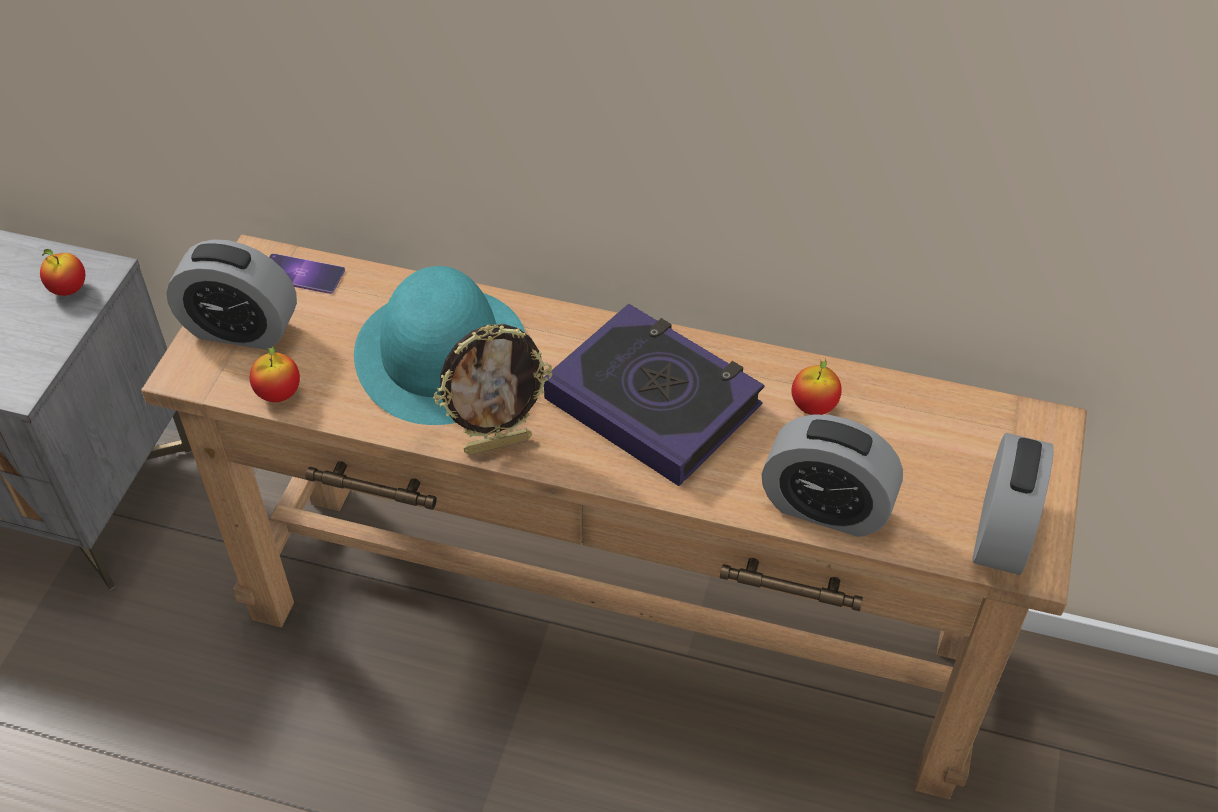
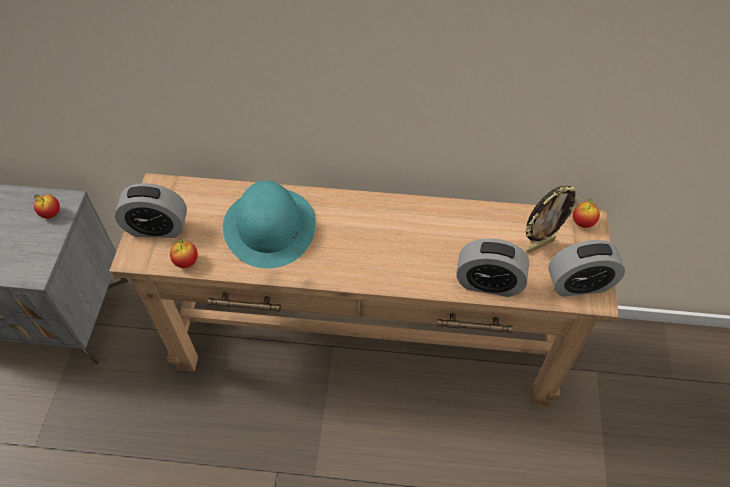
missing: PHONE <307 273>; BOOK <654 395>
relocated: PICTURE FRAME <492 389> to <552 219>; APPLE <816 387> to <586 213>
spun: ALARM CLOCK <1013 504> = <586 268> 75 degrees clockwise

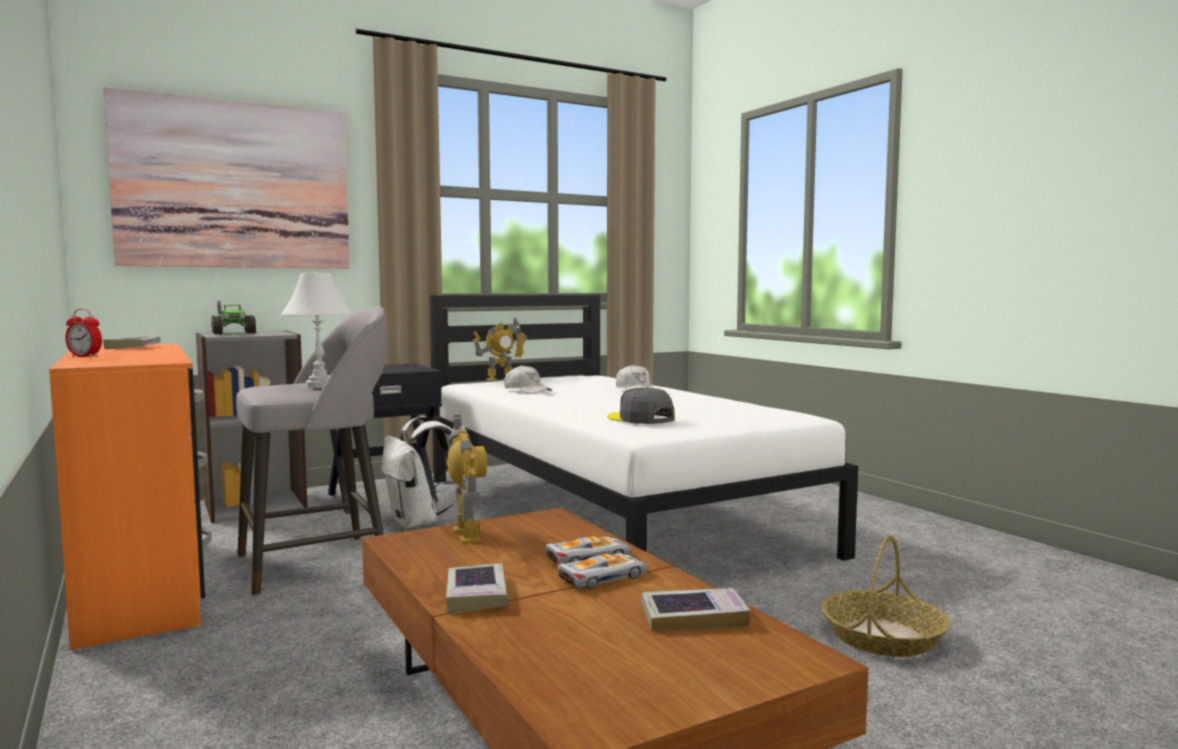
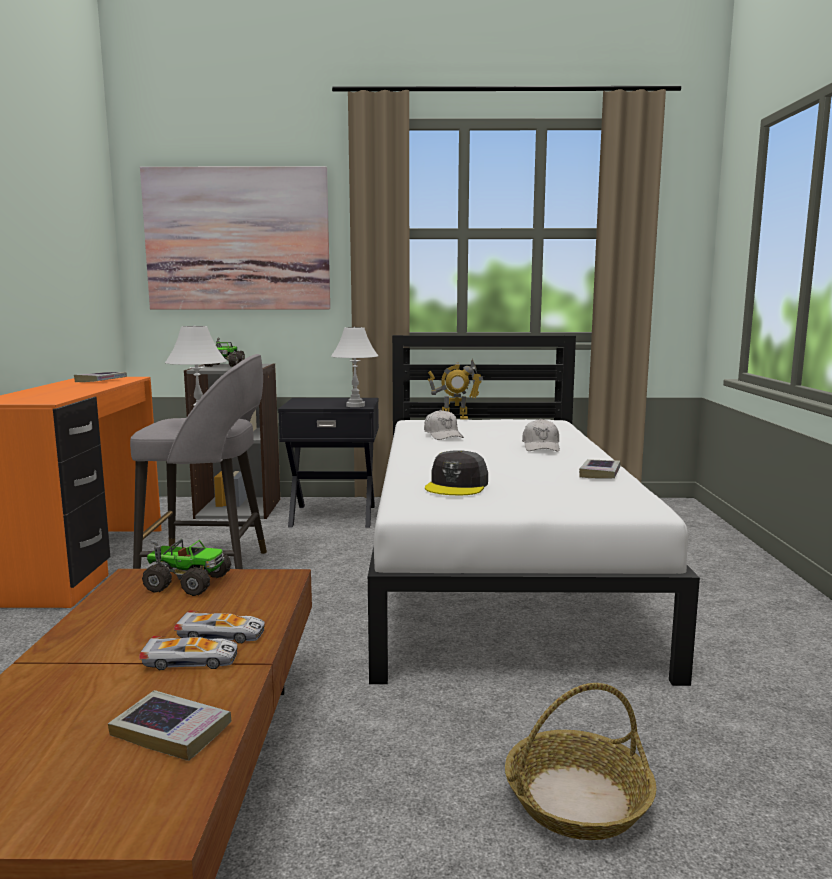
missing: ALARM CLOCK <83 333>; WHITE BACKPACK <419 472>
appeared: WHITE TABLE LAMP <354 367>
relocated: BOOK <477 588> to <600 468>
exchanged: TOY ROBOT <467 479> to TOY TRUCK <187 567>
spun: GREY CAP <641 405> = <456 472> 150 degrees counterclockwise

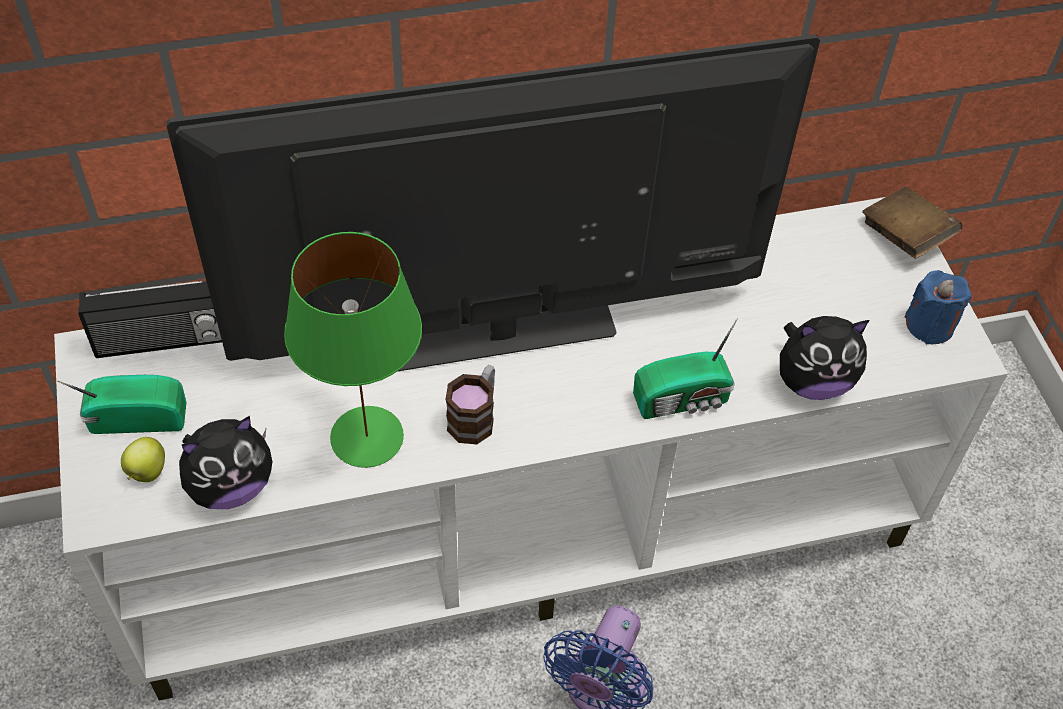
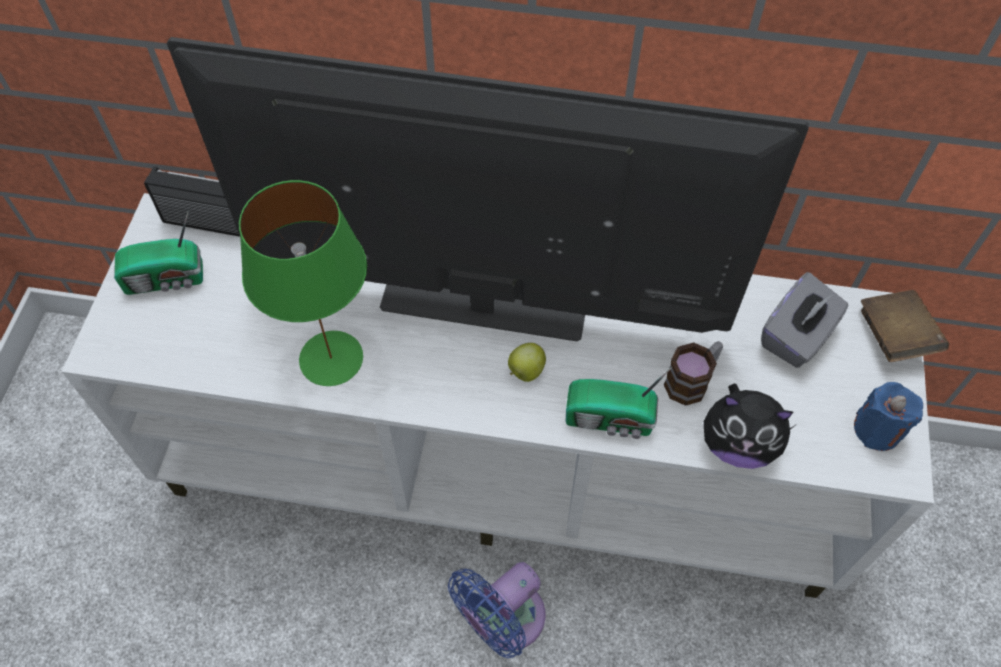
missing: PLUSH TOY <225 462>
appeared: GREY TISSUE BOX <805 320>
relocated: APPLE <143 459> to <527 362>; MUG <470 404> to <693 373>
spun: RADIO <122 404> = <158 252> 150 degrees clockwise

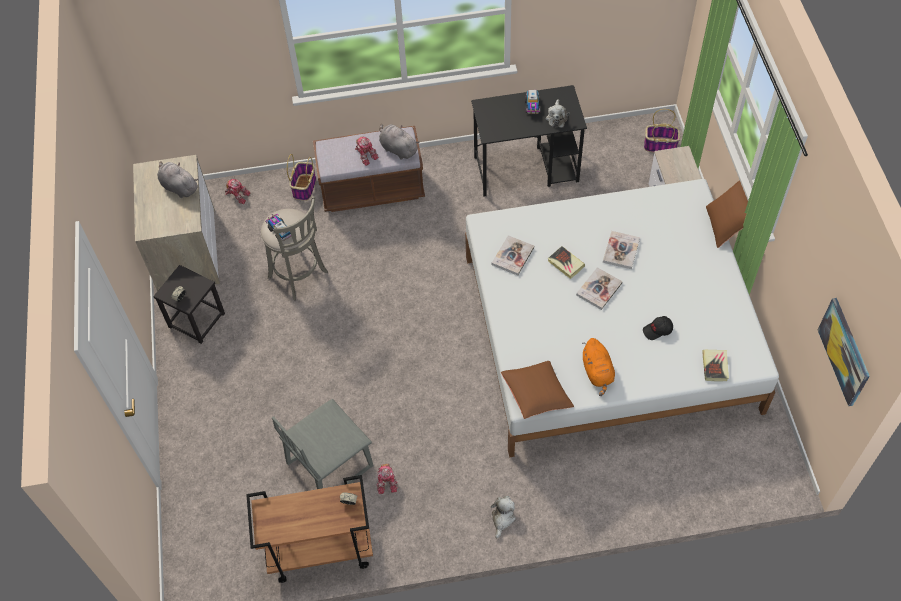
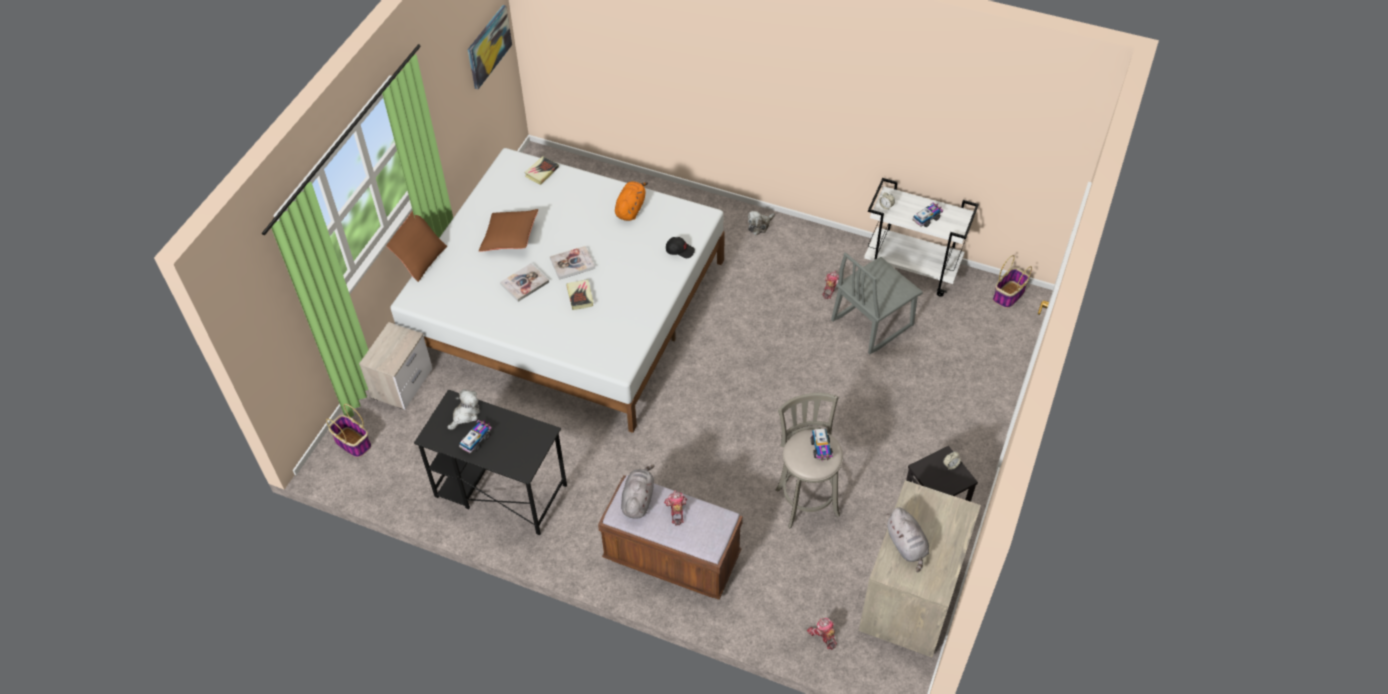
missing: BOOK <513 255>
appeared: TOY TRUCK <927 214>
relocated: BASKET <301 177> to <1012 281>; BROWN PILLOW <537 390> to <508 230>; BLACK CAP <658 328> to <680 247>
colour: BROWN CART <309 529> to WHITE CART <921 237>
spun: GREY CHAIR <323 444> = <877 303> 150 degrees clockwise; GREY PLUSH TOY <399 142> = <638 492> 150 degrees counterclockwise

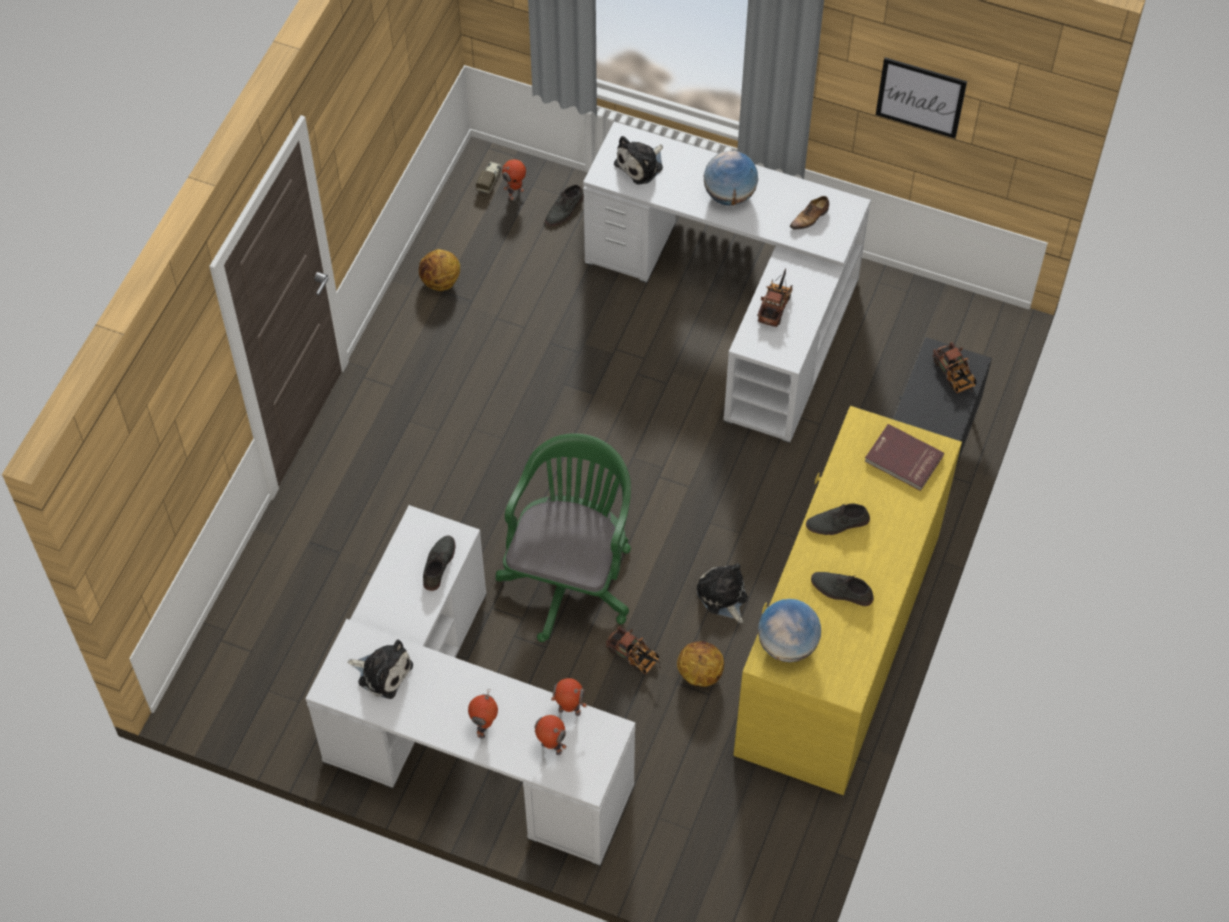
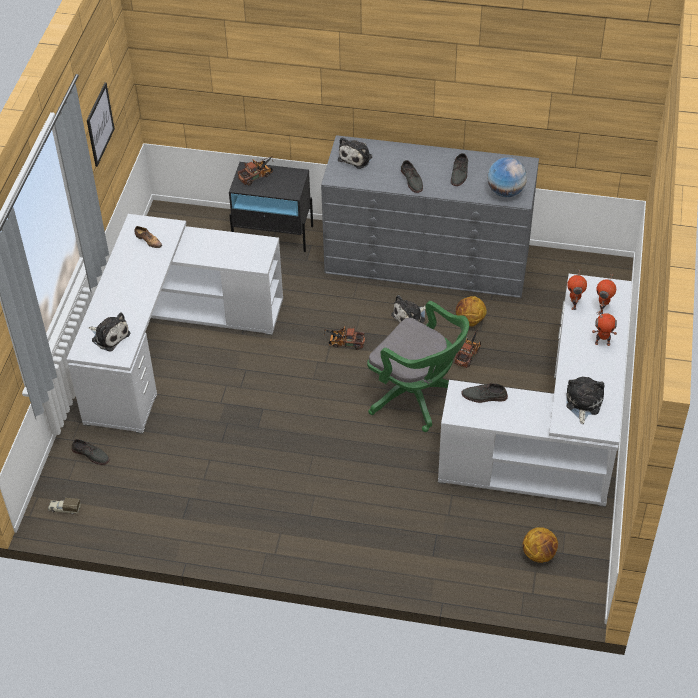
missing: TOY ROBOT <514 179>; GLOBE <731 178>
relocated: BASKETBALL <439 270> to <540 545>; TOY TRUCK <775 297> to <344 338>
exchanged: RED BOOK <904 457> to PLUSH TOY <355 153>
colour: YELLOW DRESSER <847 600> to GREY DRESSER <430 216>
spun: GREEN OFFICE CHAIR <563 537> = <418 366> 150 degrees counterclockwise

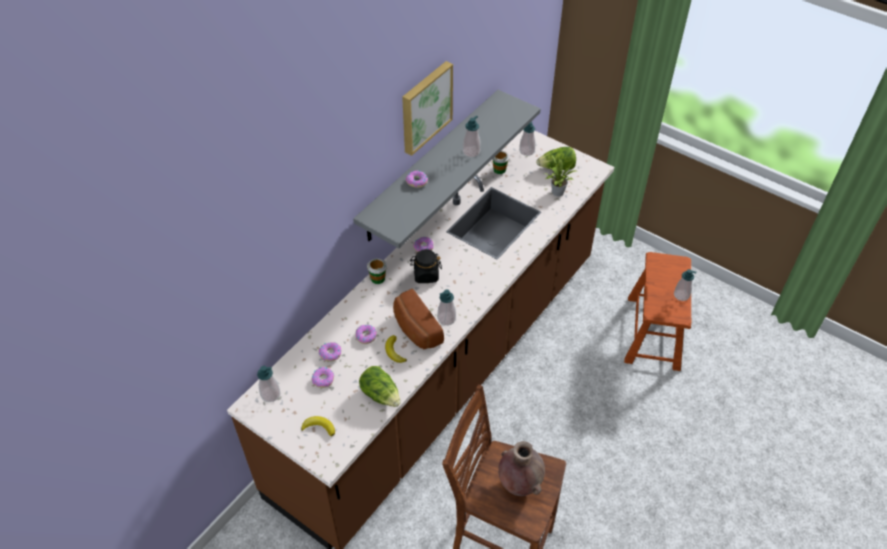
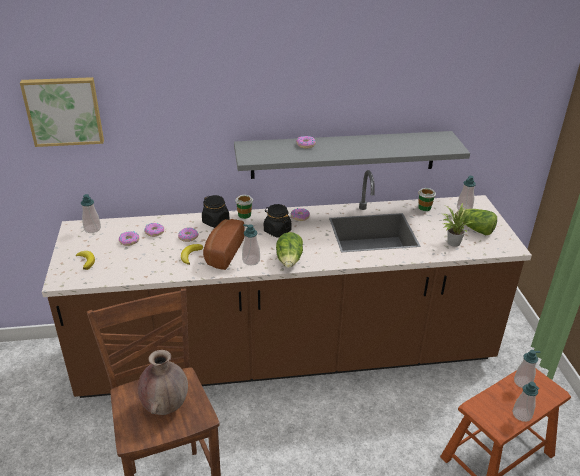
appeared: BLACK JAR <216 211>
relocated: LETTUCE <380 386> to <289 250>; PICTURE <427 108> to <62 112>; SOAP DISPENSER <472 137> to <527 369>

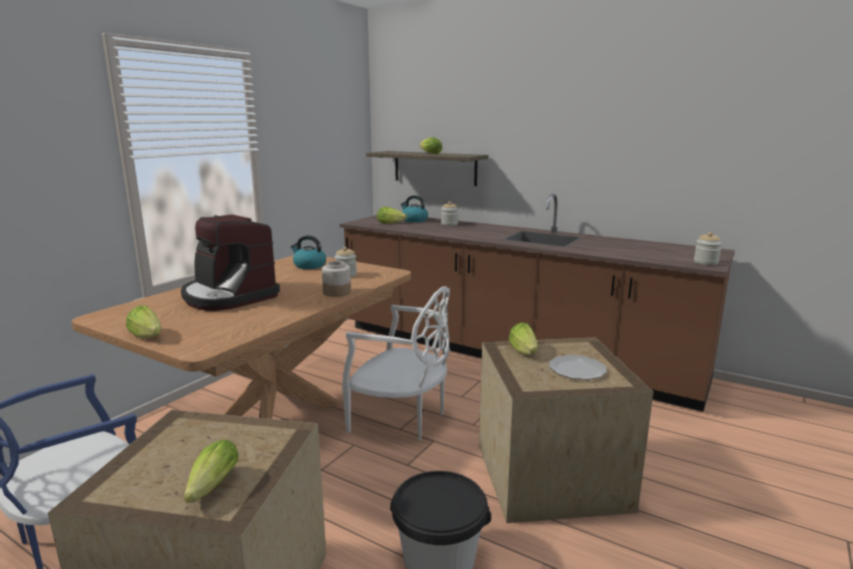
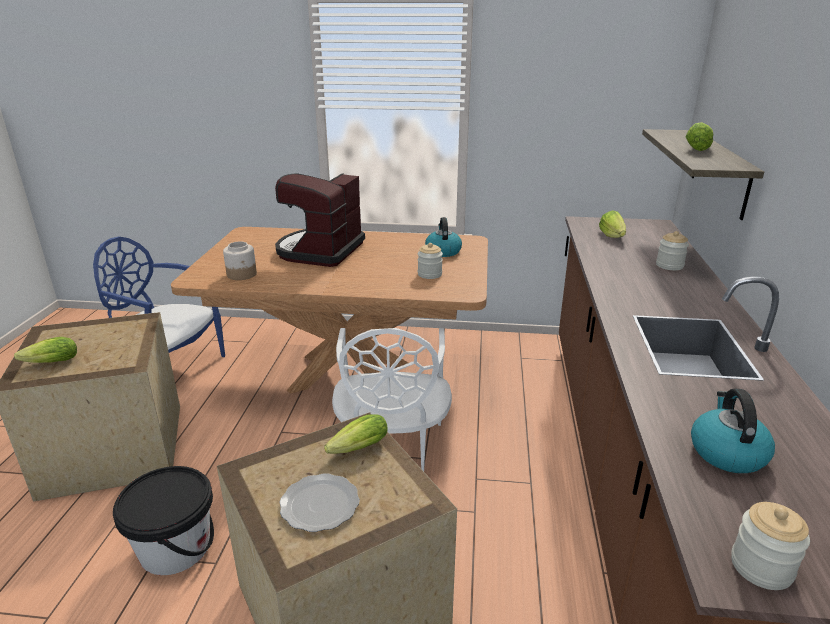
missing: LETTUCE <143 321>
relocated: JAR <336 279> to <240 260>; KETTLE <414 208> to <733 431>

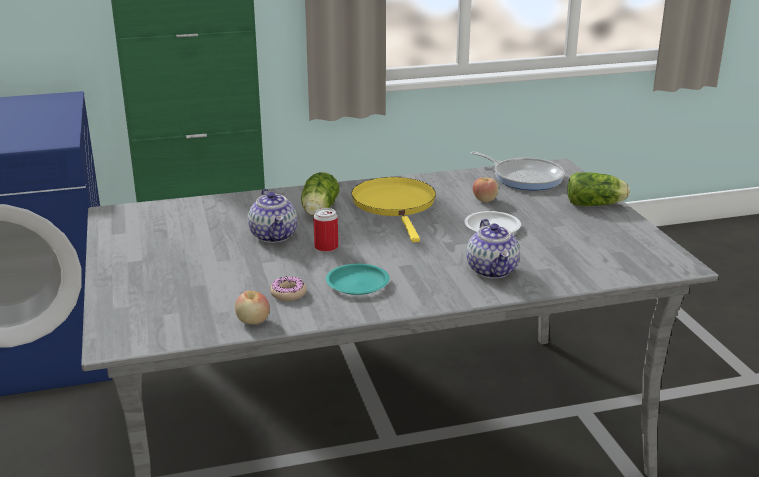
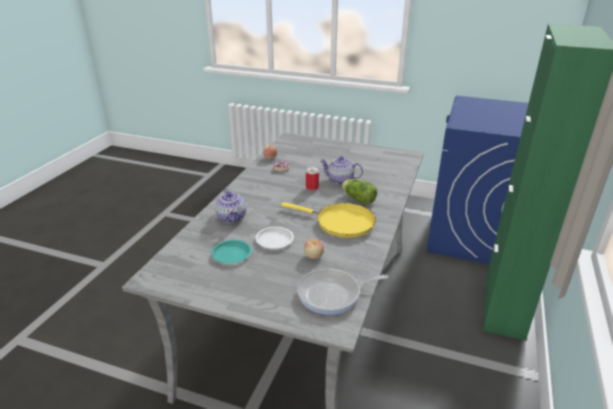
missing: LETTUCE <598 189>
relocated: TURQUOISE PLATE <358 279> to <231 252>
spun: TEAPOT <493 249> = <230 205> 135 degrees counterclockwise

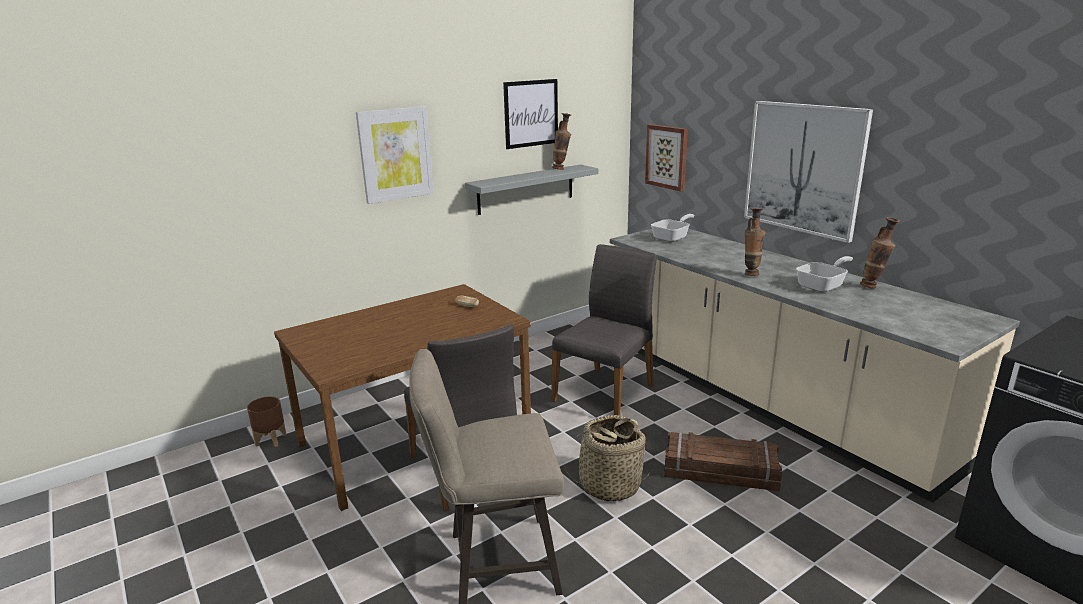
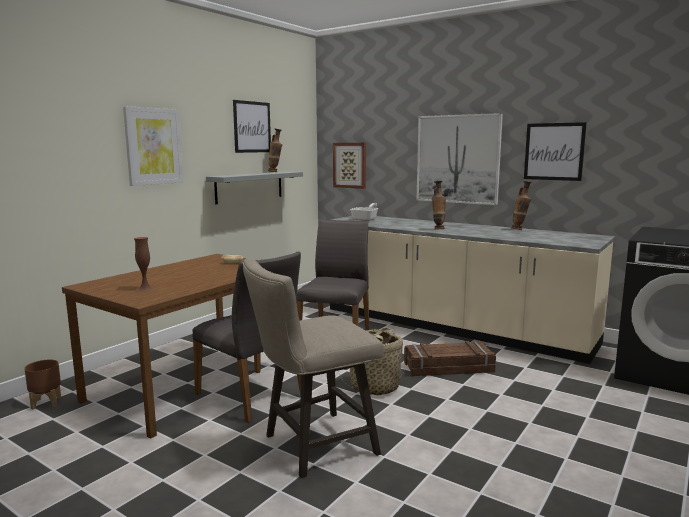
missing: FRYING PAN <824 274>
appeared: BROWN VASE <143 264>; PICTURE <555 151>

